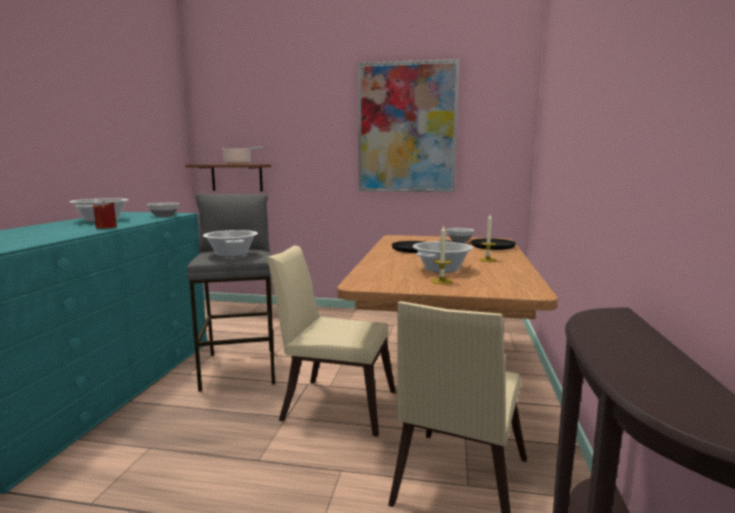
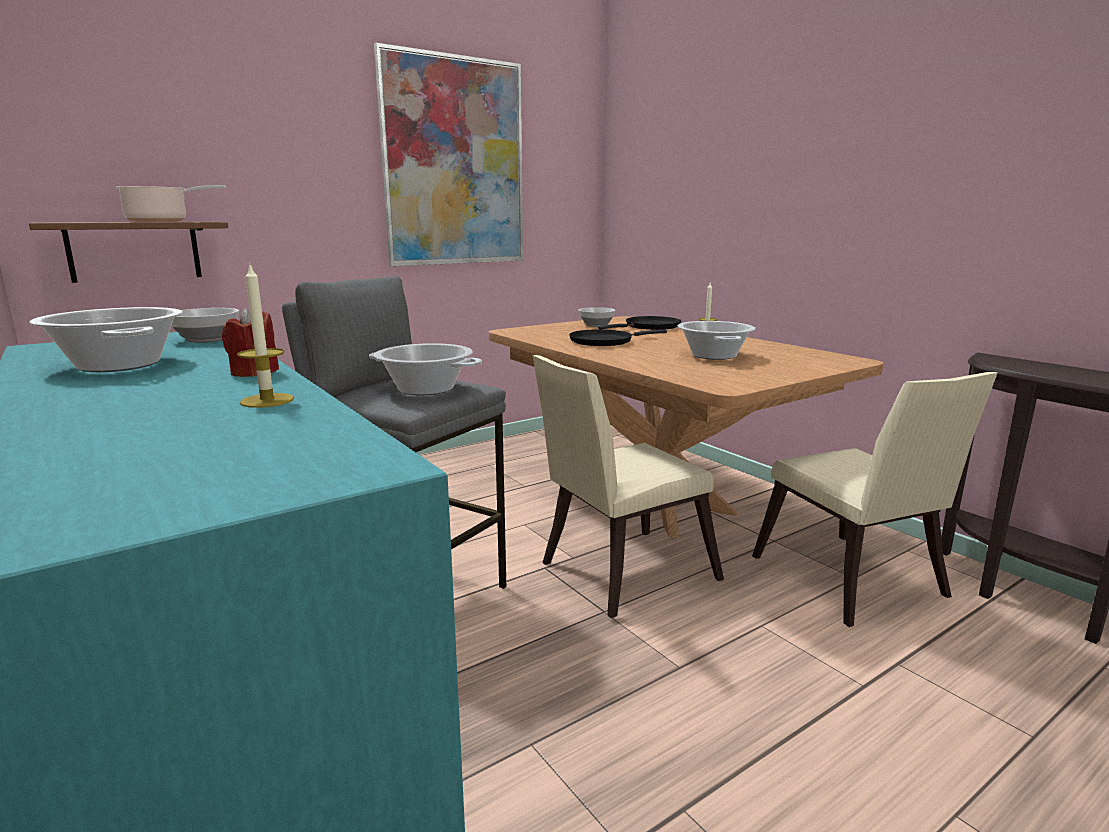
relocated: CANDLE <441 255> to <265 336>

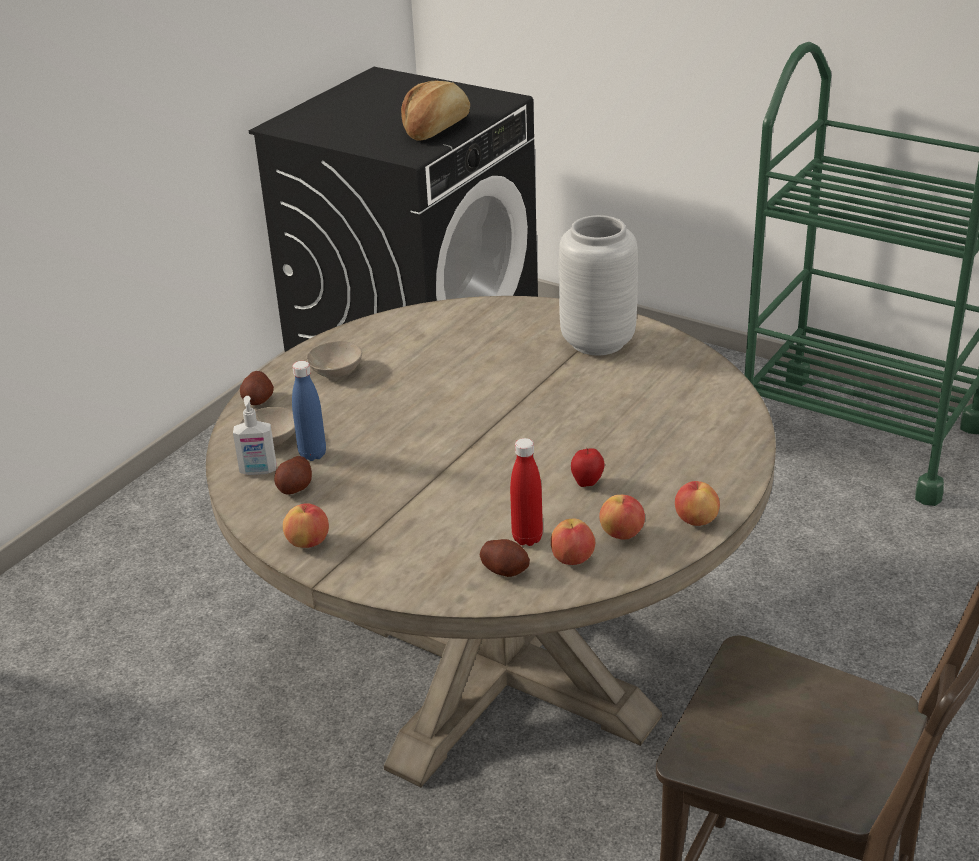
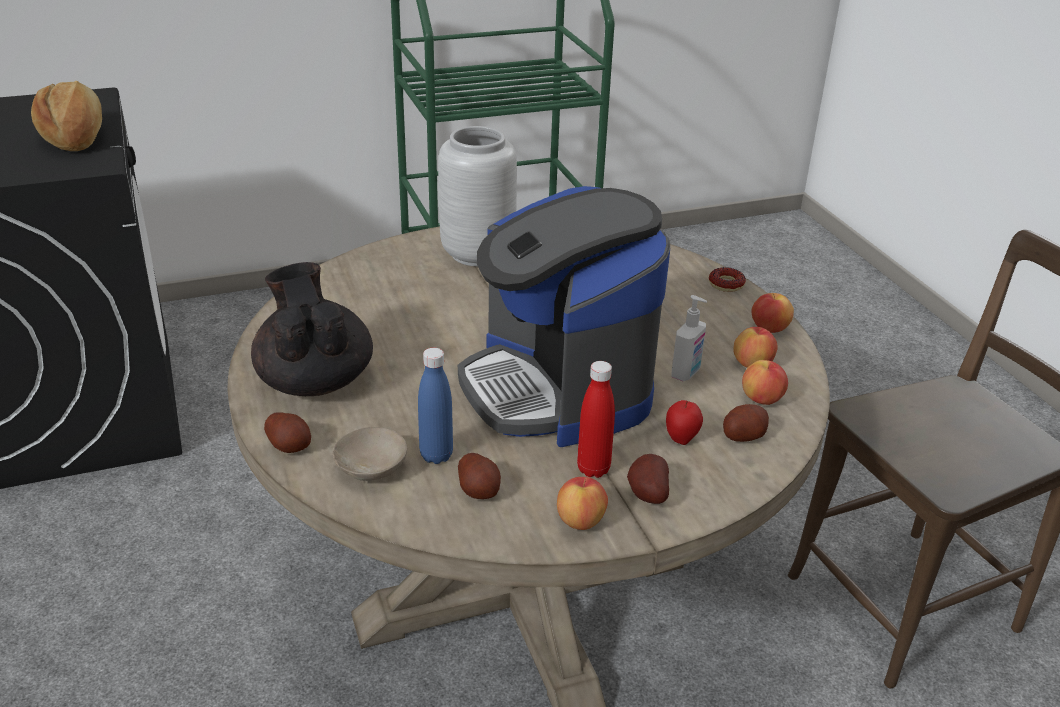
appeared: COFFEE MACHINE <564 316>; POTATO <648 479>; DONUT <727 279>
relocated: SOAP DISPENSER <255 435> to <689 338>; RED BOTTLE <526 492> to <596 419>; APPLE <588 467> to <684 422>
exchanged: BEIGE BOWL <334 359> to BLACK TEAPOT <312 329>

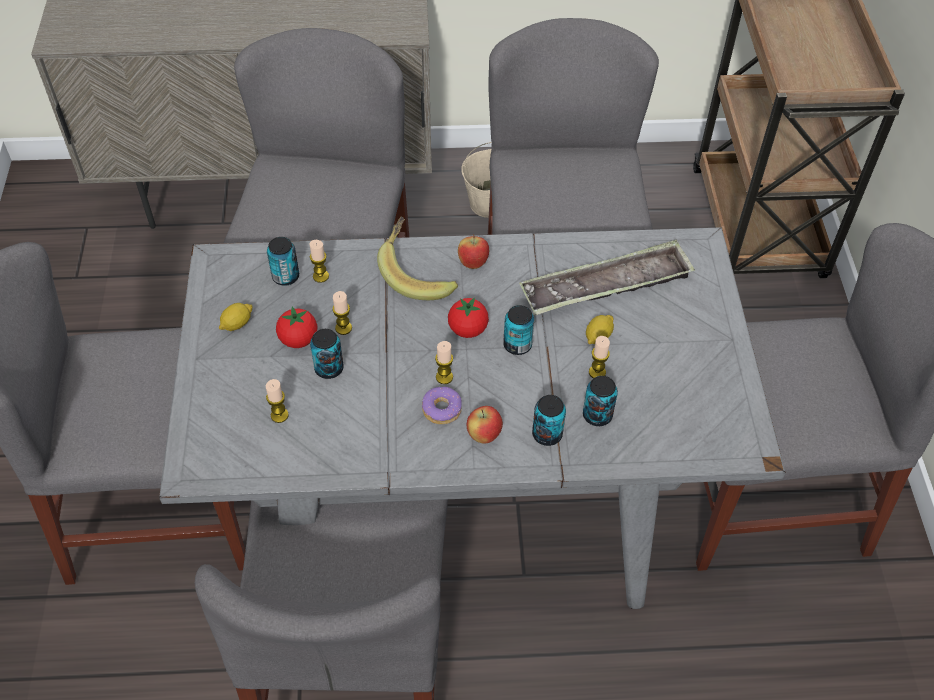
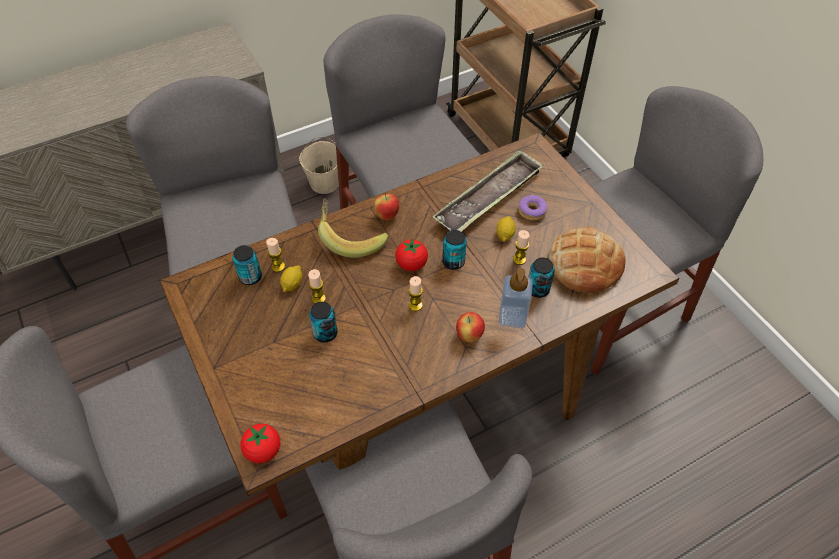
missing: CANDLE <277 401>
appeared: BREAD <587 259>
relocated: LEMON <235 317> to <291 278>; TOMATO <296 327> to <260 443>; DONUT <442 405> to <533 208>
exchanged: CAN <549 420> to SOAP DISPENSER <516 298>
colour: GREY DINING TABLE <472 418> to BROWN DINING TABLE <419 314>

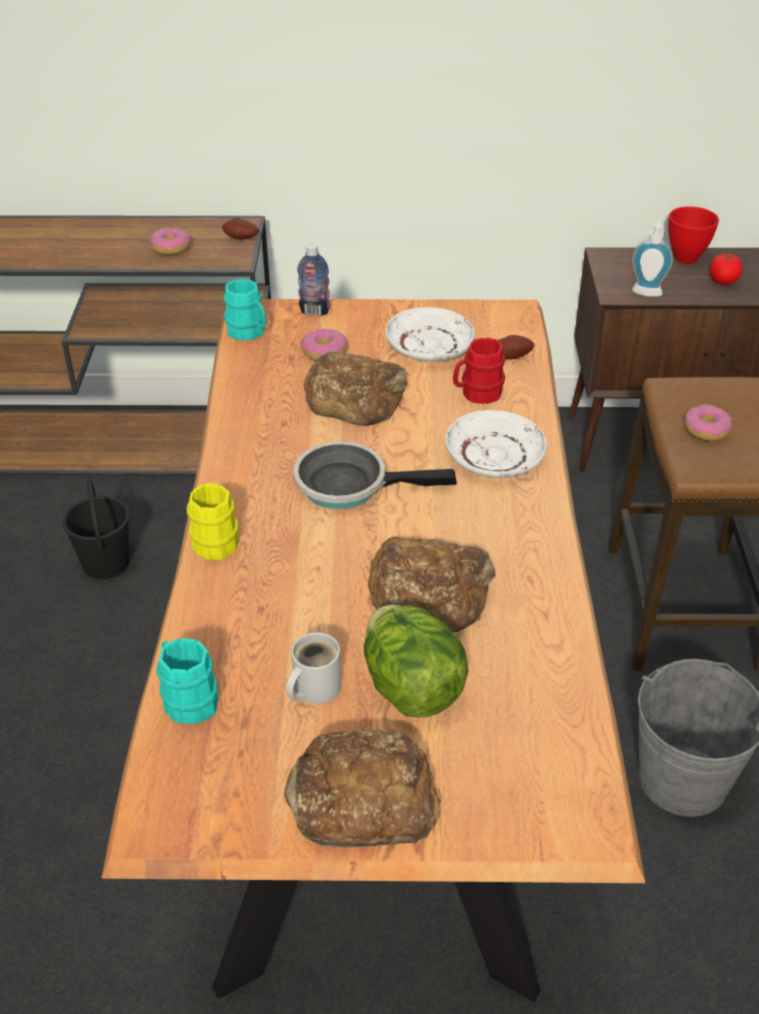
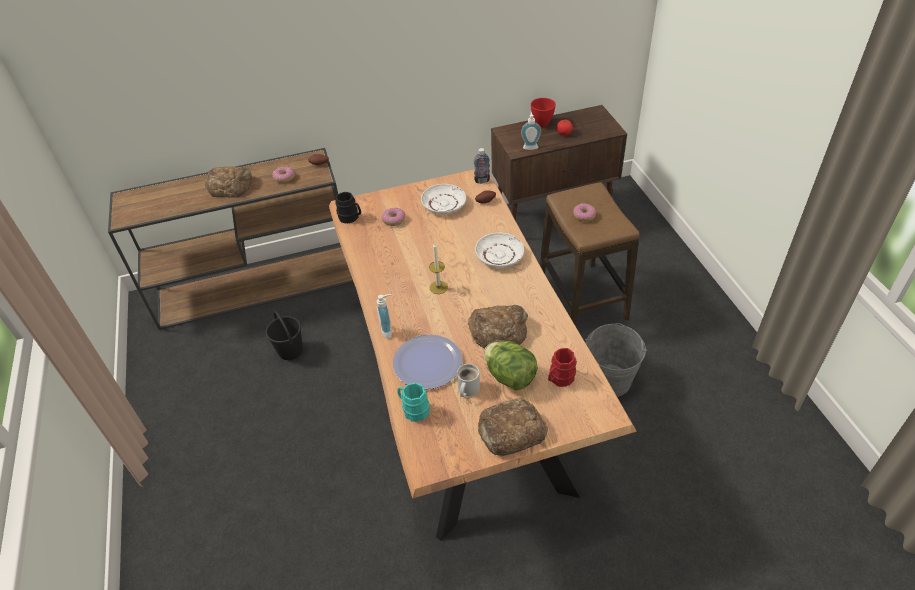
appeared: PLATE <427 361>
relocated: BOTTLE <313 279> to <482 166>; BREAD <355 389> to <228 182>; RED MUG <479 371> to <562 367>
exchanged: YELLOW MUG <213 521> to SOAP DISPENSER <384 316>; FRYING PAN <375 475> to CANDLE <438 268>
colour: TURQUOISE MUG <244 309> to BLACK MUG <348 207>

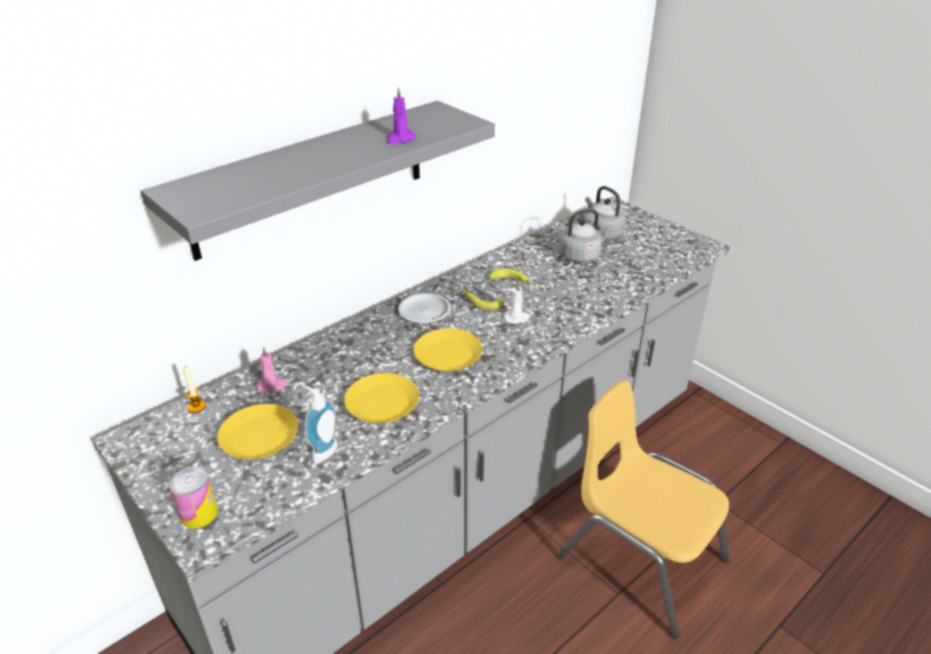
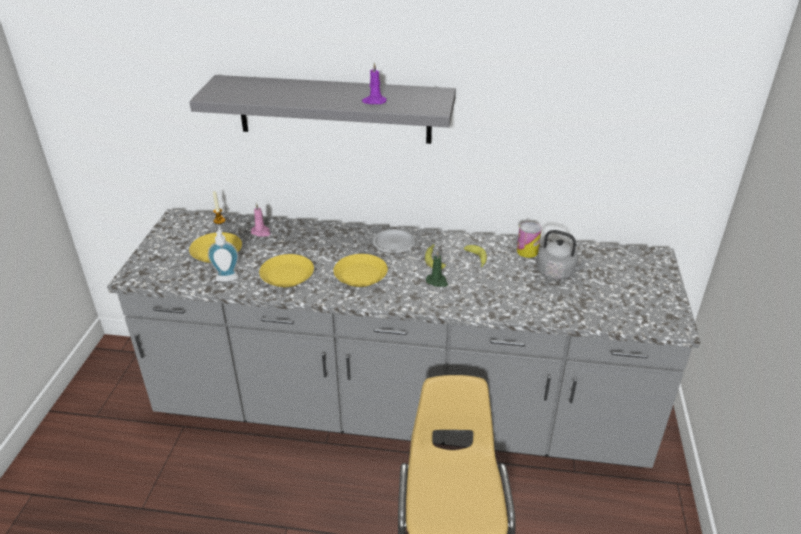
missing: GREY KETTLE <605 213>
relocated: CAN <193 497> to <529 240>
colour: WHITE CANDLE <516 302> to GREEN CANDLE <437 269>

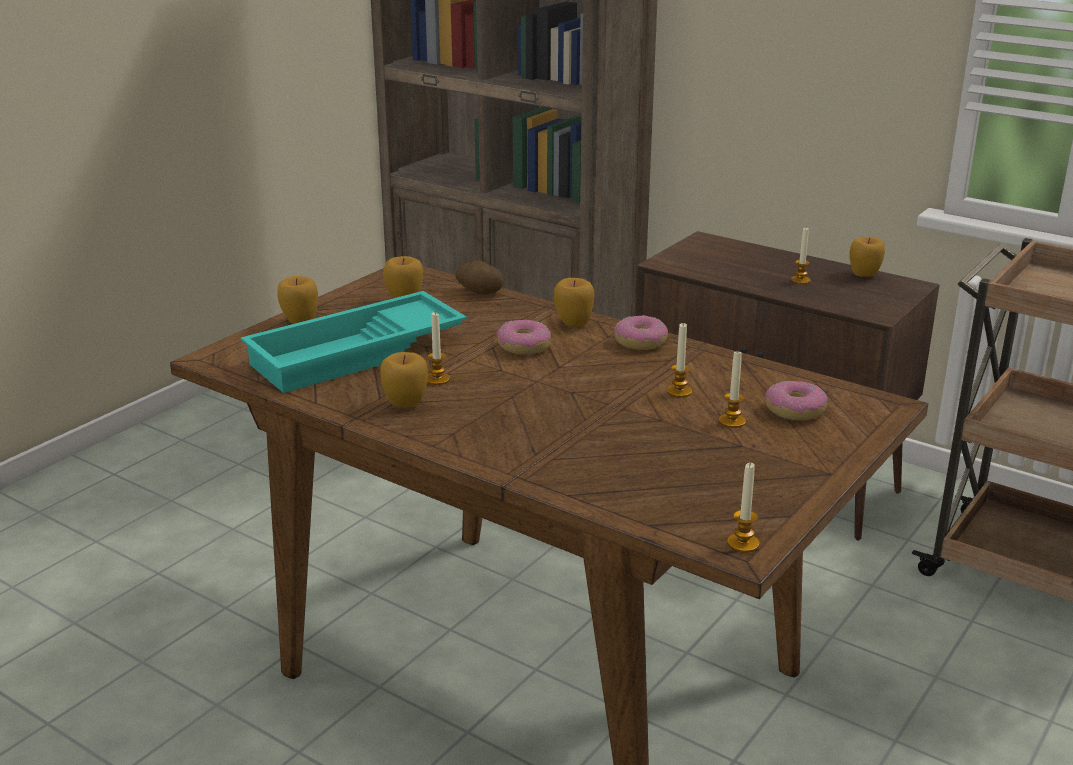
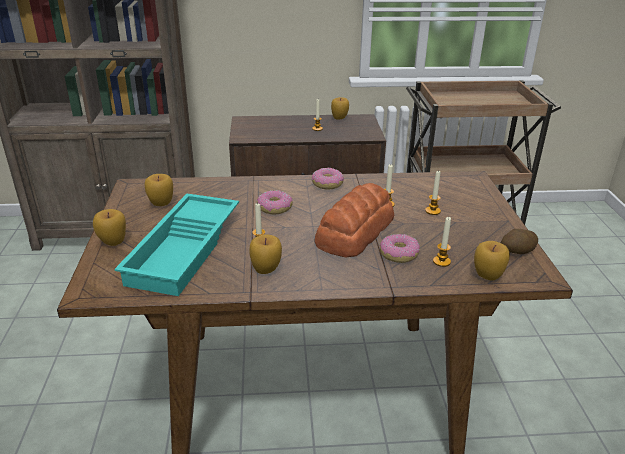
appeared: BREAD <354 220>
relocated: POTATO <479 277> to <519 241>; APPLE <574 302> to <492 260>; CANDLE <743 507> to <442 242>; DONUT <796 400> to <400 248>

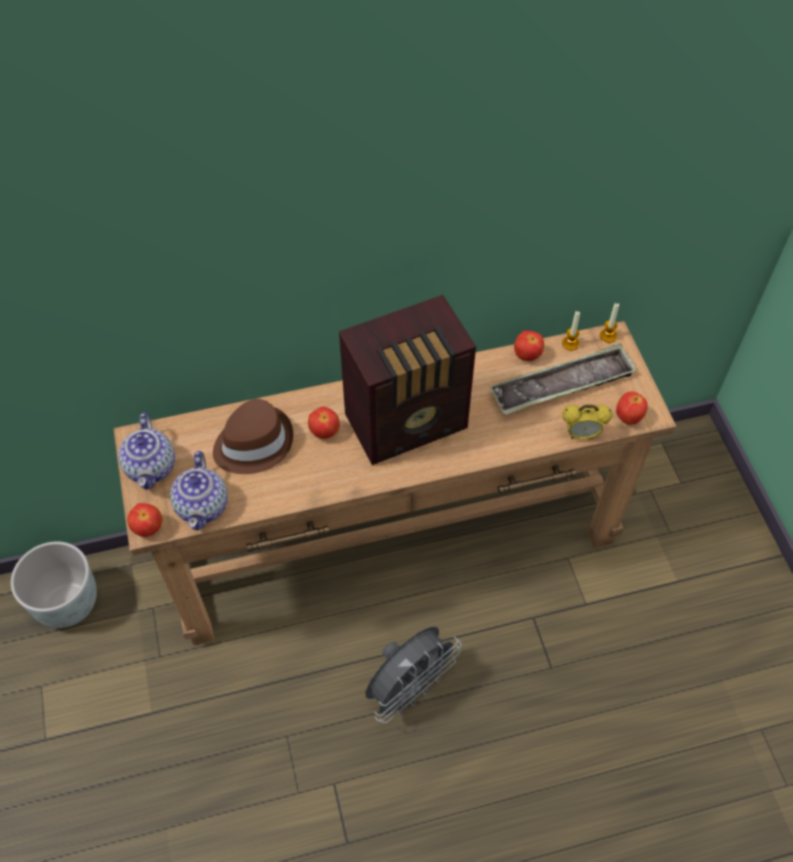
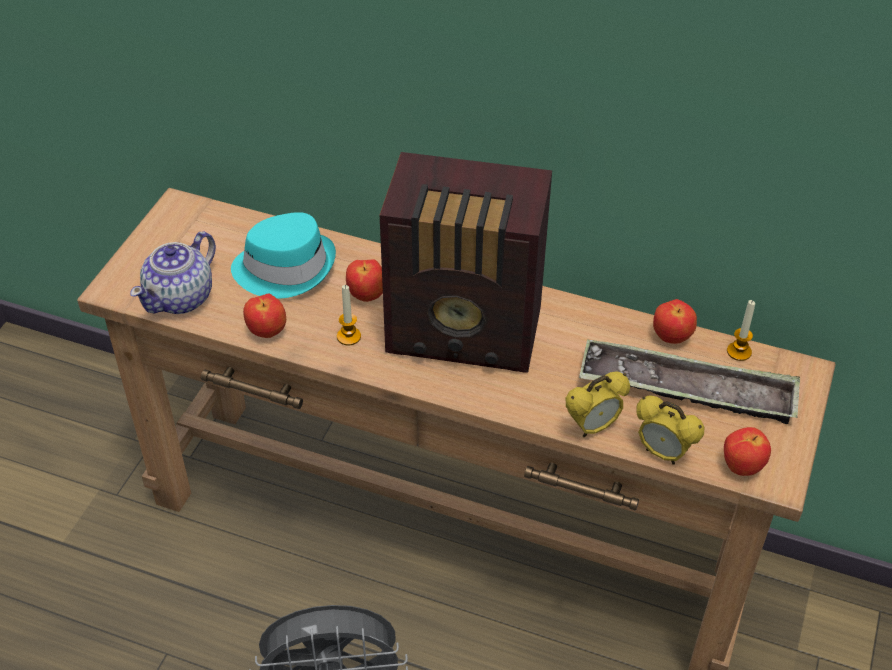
missing: GREY PLANTER <54 584>; TEAPOT <147 451>
appeared: ALARM CLOCK <598 404>
relocated: APPLE <145 520> to <264 315>; CANDLE <609 323> to <349 315>
colour: BROWN HAT <253 436> to TURQUOISE HAT <283 255>

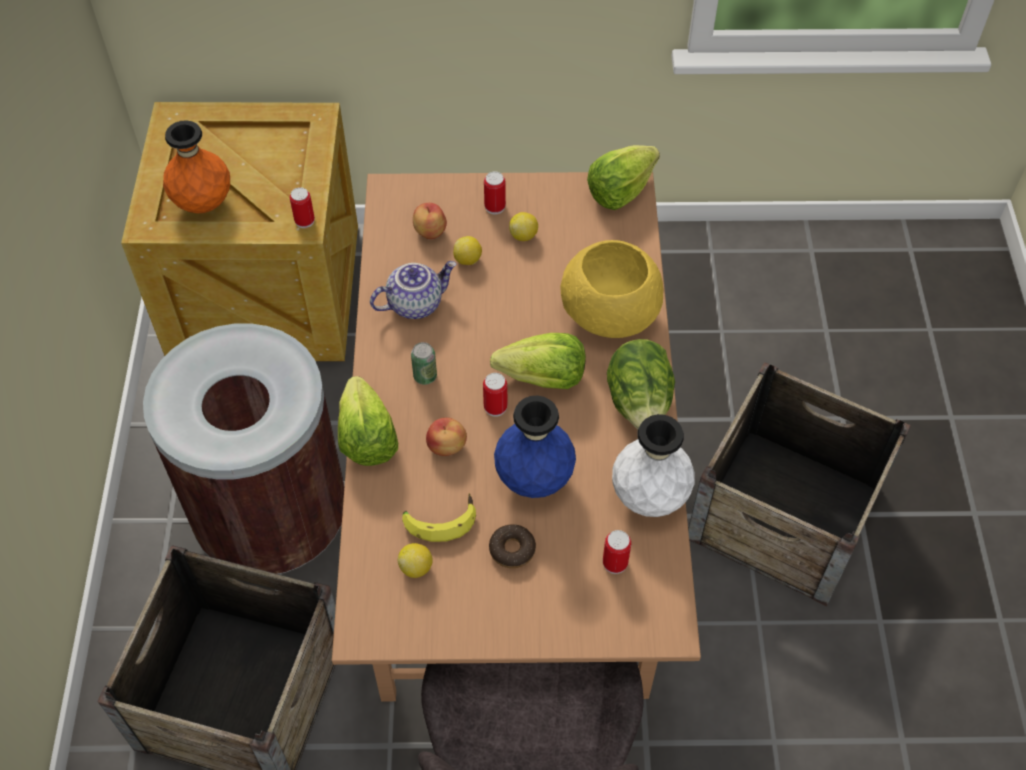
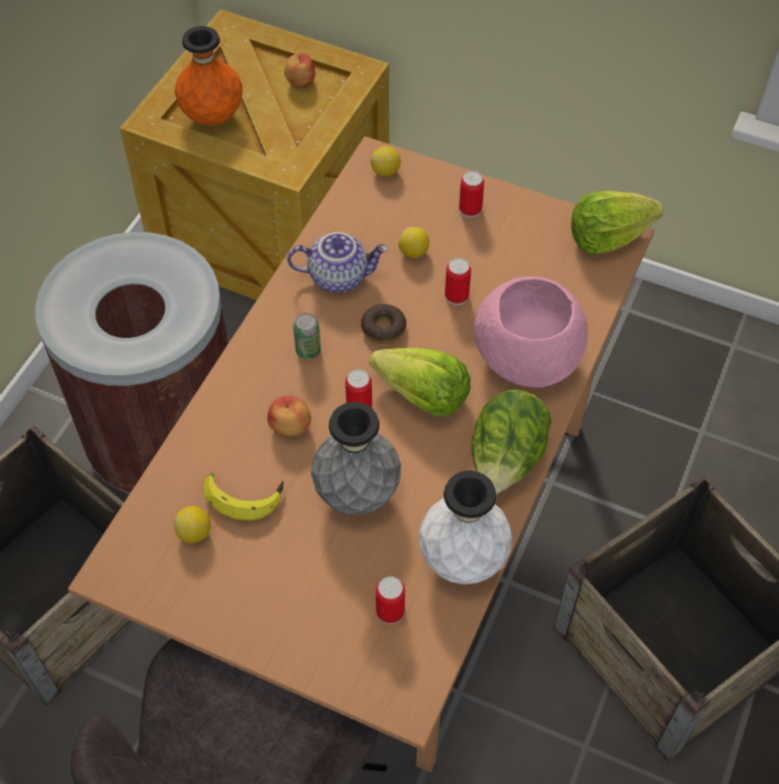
missing: LETTUCE <368 421>
relocated: CAN <302 207> to <458 281>; APPLE <430 221> to <299 70>; DONUT <512 546> to <383 324>; LEMON <523 226> to <386 161>
colour: BLUE VASE <535 447> to GREY VASE <356 458>; YELLOW BOWL <611 289> to PINK BOWL <531 332>

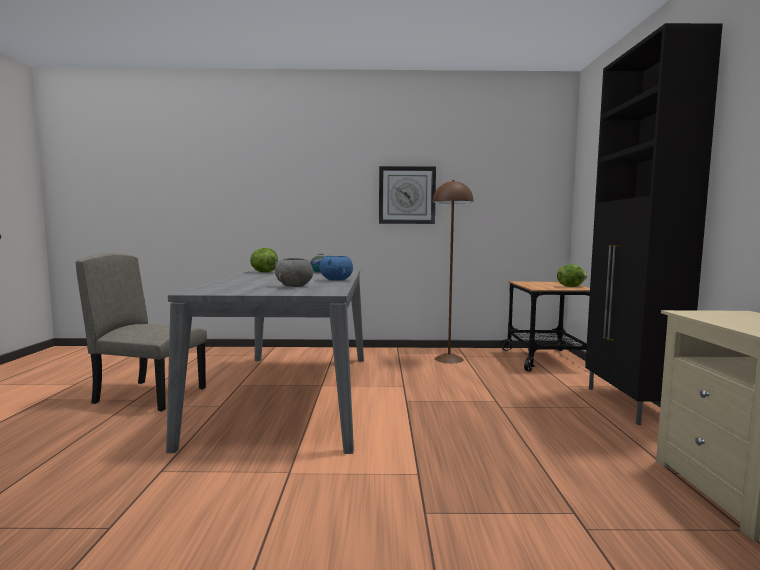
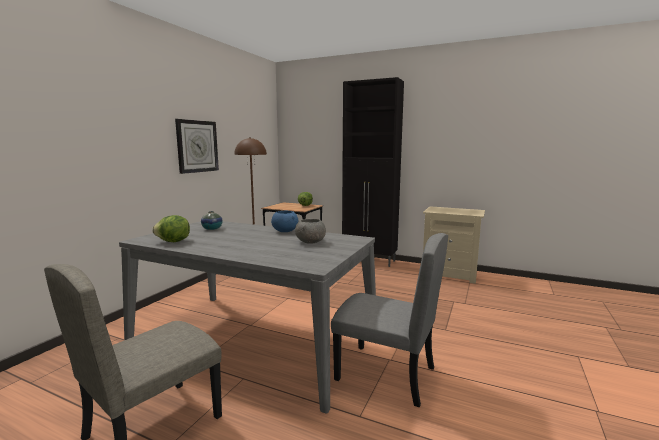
appeared: GREY CHAIR <389 320>

